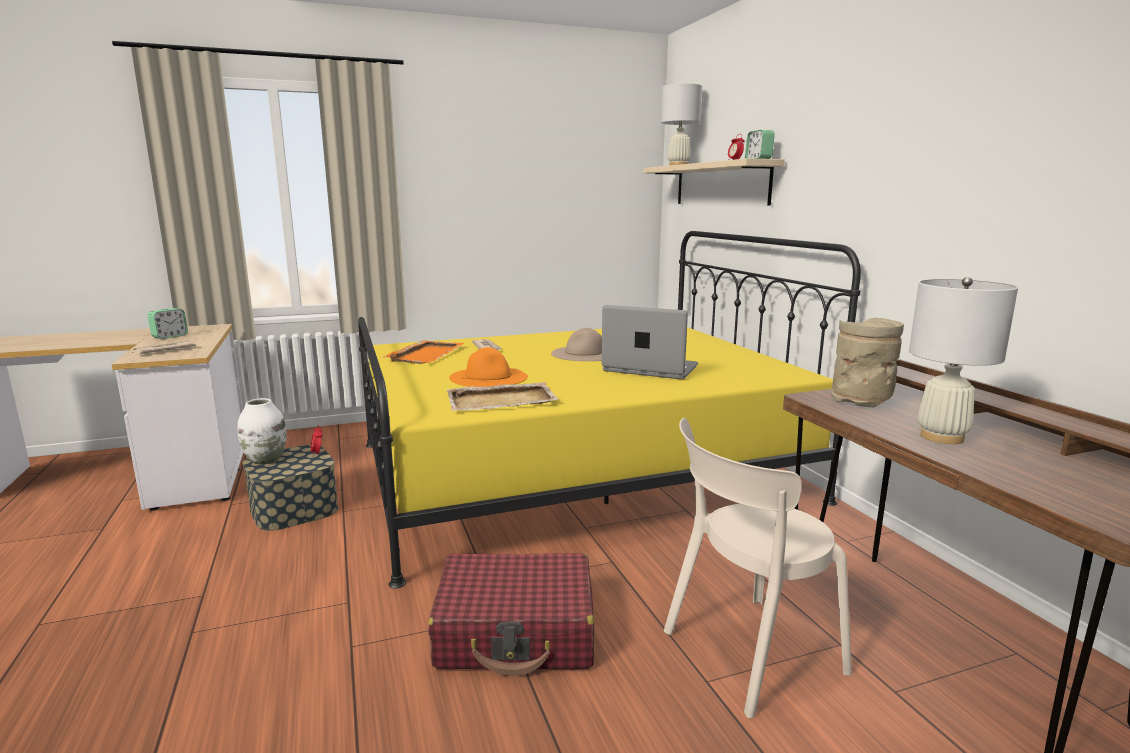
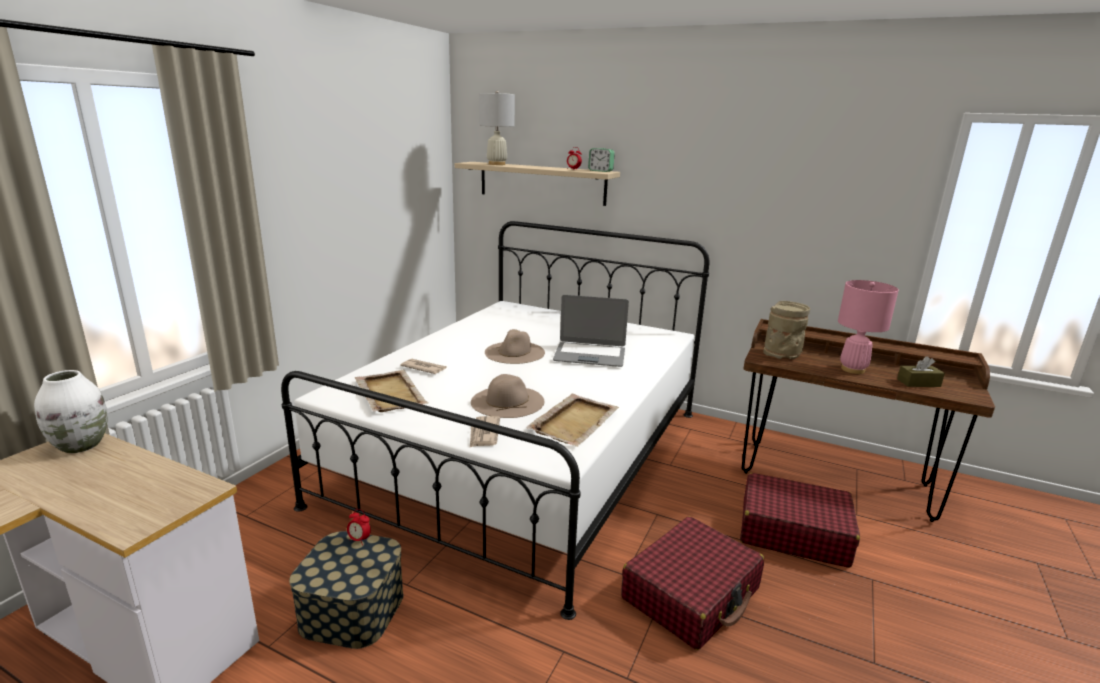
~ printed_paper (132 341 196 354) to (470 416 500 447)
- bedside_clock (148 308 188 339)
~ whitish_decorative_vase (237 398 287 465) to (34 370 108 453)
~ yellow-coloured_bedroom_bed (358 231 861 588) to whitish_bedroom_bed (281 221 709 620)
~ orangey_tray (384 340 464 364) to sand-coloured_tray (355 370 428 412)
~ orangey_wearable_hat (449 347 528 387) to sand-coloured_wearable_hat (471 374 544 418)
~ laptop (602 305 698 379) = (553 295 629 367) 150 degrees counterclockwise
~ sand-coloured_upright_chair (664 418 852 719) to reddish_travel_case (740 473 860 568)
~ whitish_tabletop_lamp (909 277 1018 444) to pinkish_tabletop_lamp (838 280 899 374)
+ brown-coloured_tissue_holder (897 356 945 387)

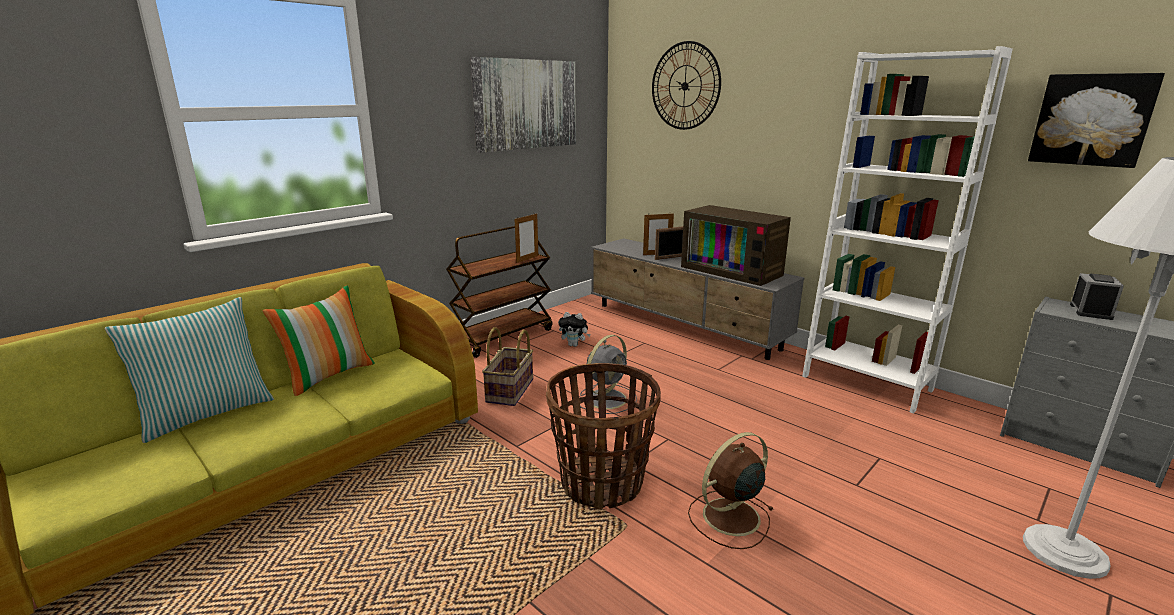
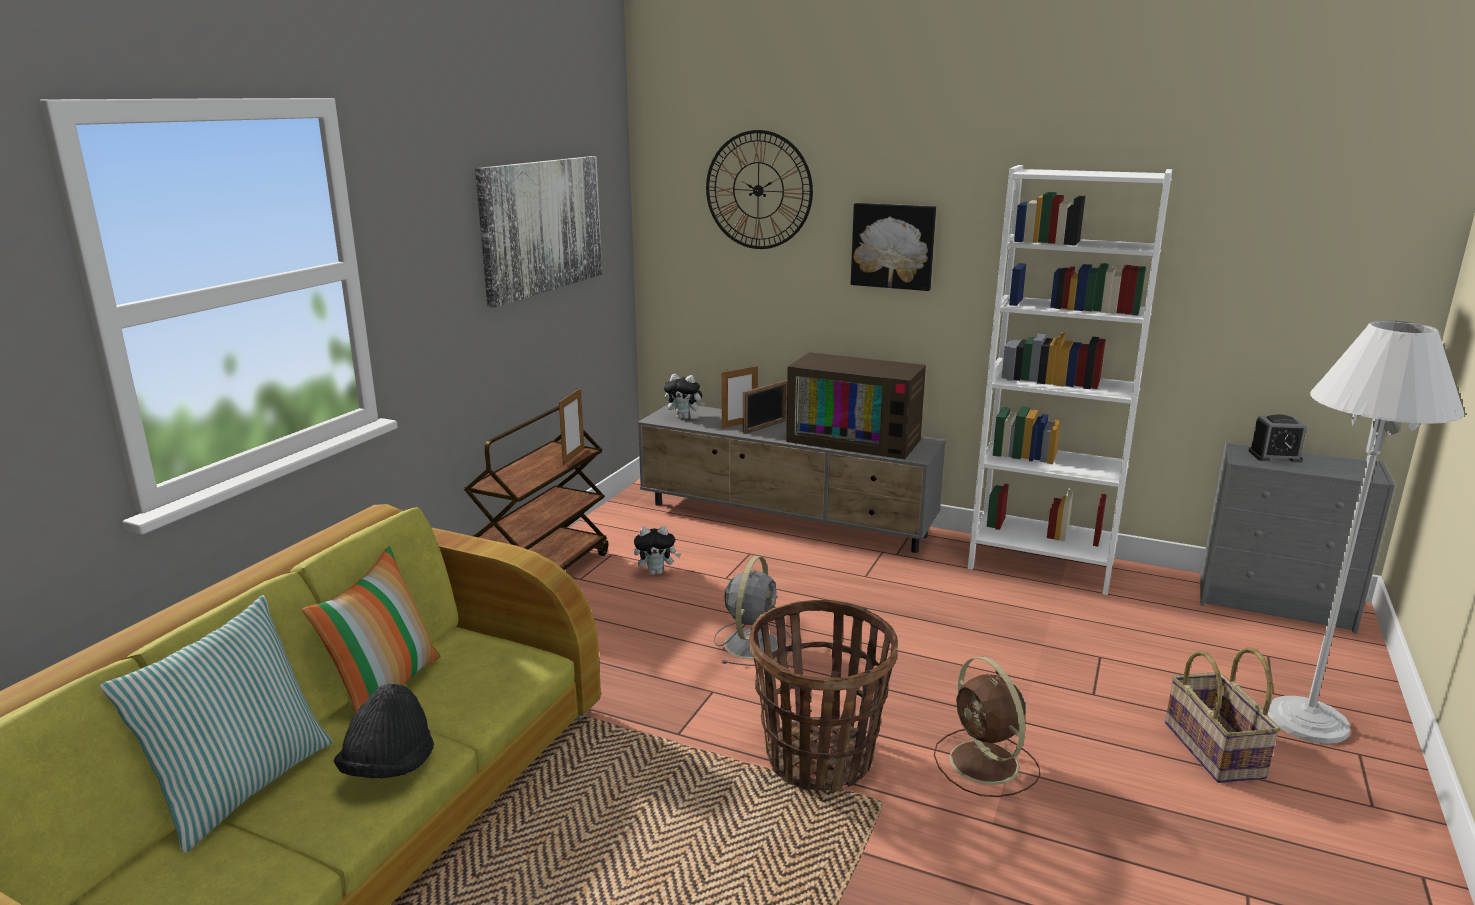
~ household_basket (482 327 533 406) to (1165 647 1280 783)
~ brown-coloured_electric_fan (688 432 774 549) = (934 656 1040 797) 60 degrees counterclockwise
~ wall_picture (1028 73 1165 168) to (851 203 936 291)
~ bedside_clock (1070 273 1124 320) = (1249 414 1307 462) 90 degrees clockwise
+ blackish_wearable_hat (334 684 434 779)
+ soft_toy (664 374 705 419)

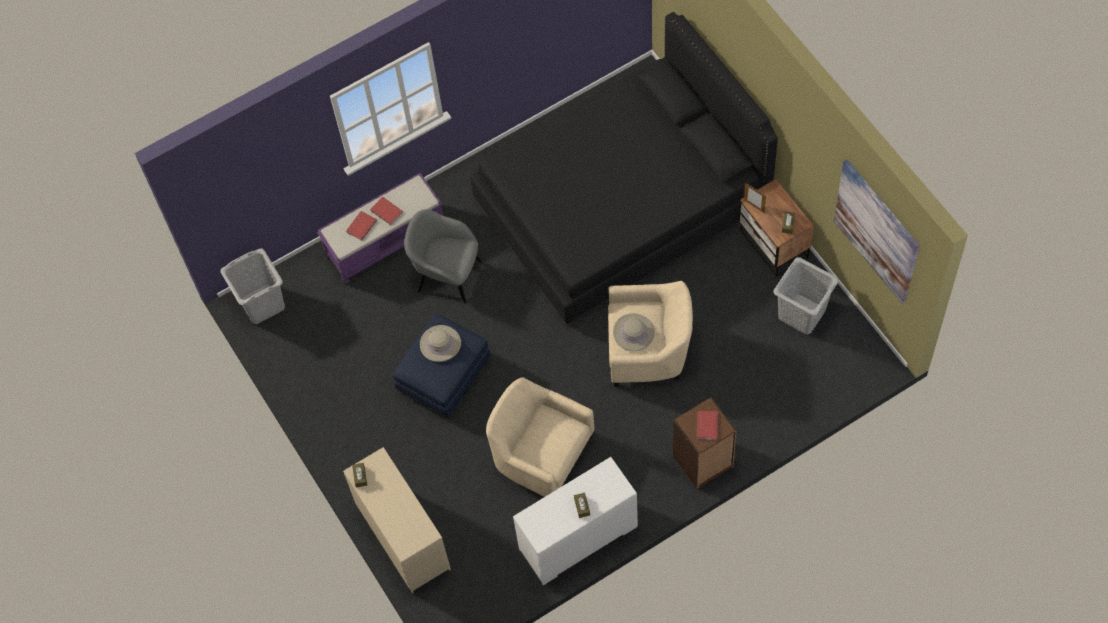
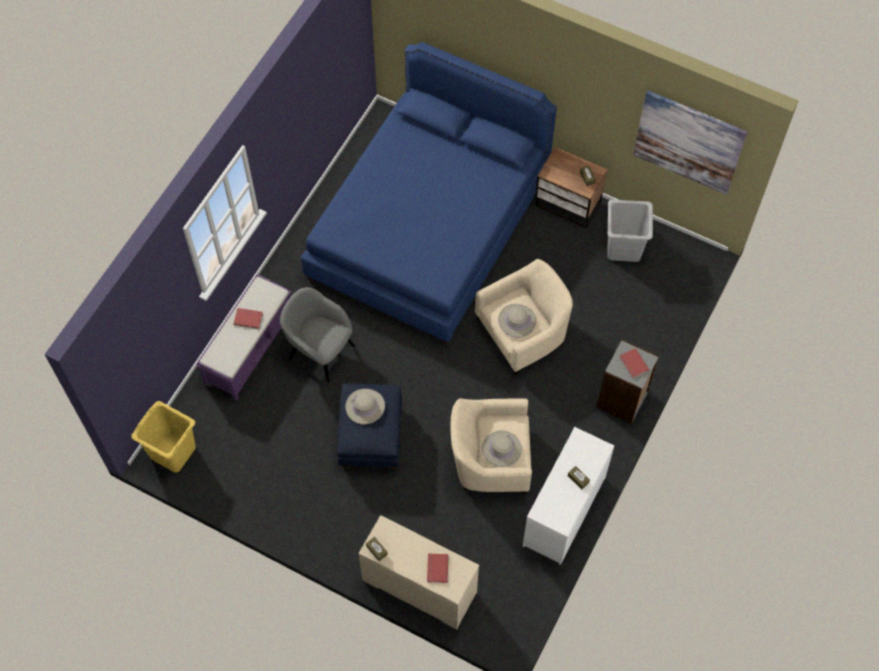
~ gray_laundry_basket (221 248 285 324) to yellow-coloured_laundry_basket (131 401 196 473)
~ reddish_book (346 211 377 241) to (427 554 449 583)
~ gray_lounge_chair (404 210 481 304) = (280 287 355 382) 45 degrees clockwise
~ blackish_bedroom_bed (470 12 778 326) to blue_bedroom_bed (301 42 557 345)
~ brown-coloured_bookcase (673 397 737 489) to gray_bookcase (596 339 659 424)
- standing_frame (744 183 766 213)
+ sand-coloured_wearable_hat (482 430 522 467)

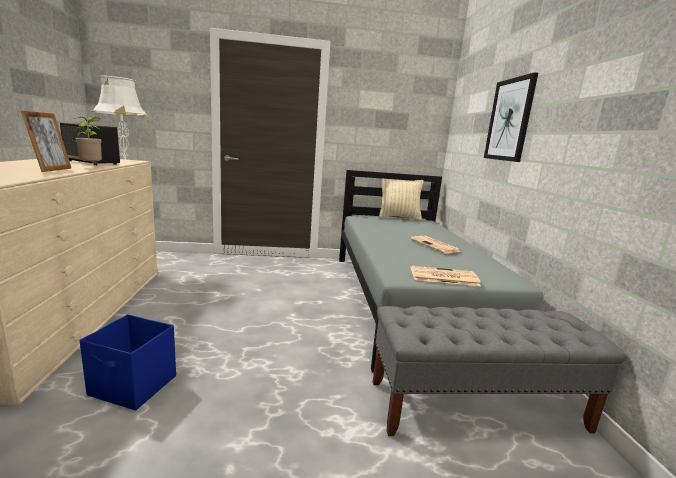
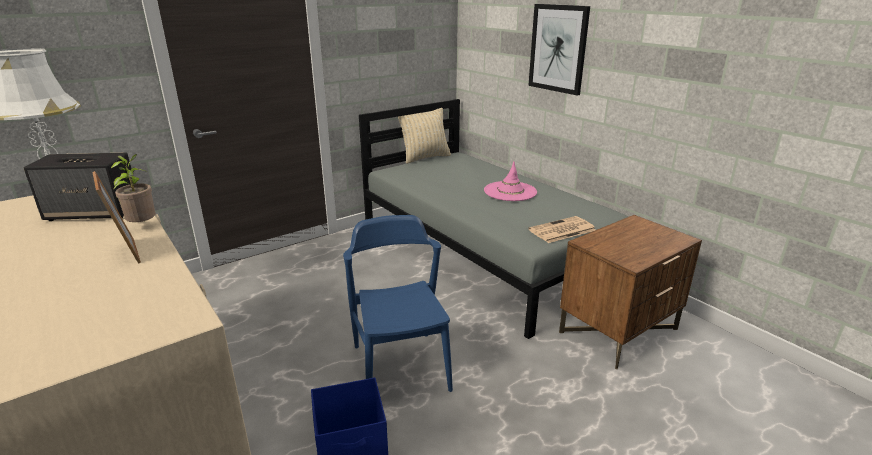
~ gray_long_seat (373 306 627 436) to brown-coloured_night_table (559 215 702 369)
~ printed_paper (410 236 462 254) to pinkish_wearable_hat (484 162 537 201)
+ blue_upright_chair (343 215 453 392)

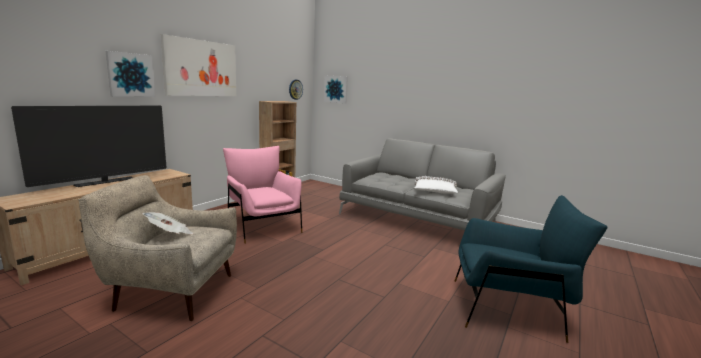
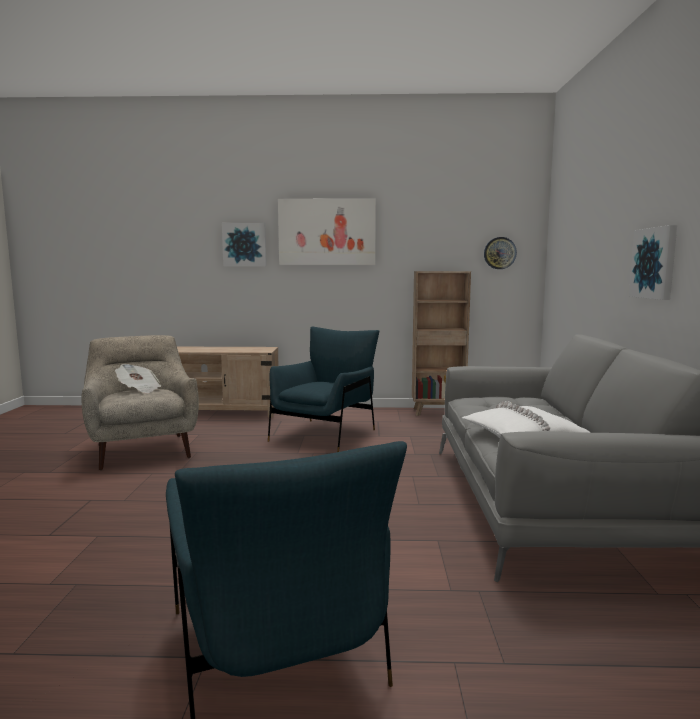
- TV (11 106 167 187)
~ pinkish_lounge_chair (223 146 302 244) to blue_lounge_chair (268 327 379 452)
~ wall_picture (324 76 348 104) to (629 225 677 300)

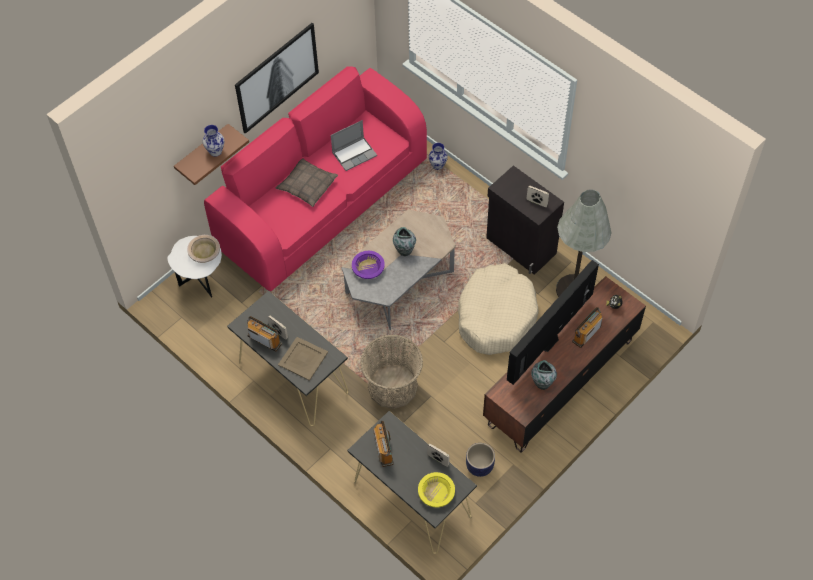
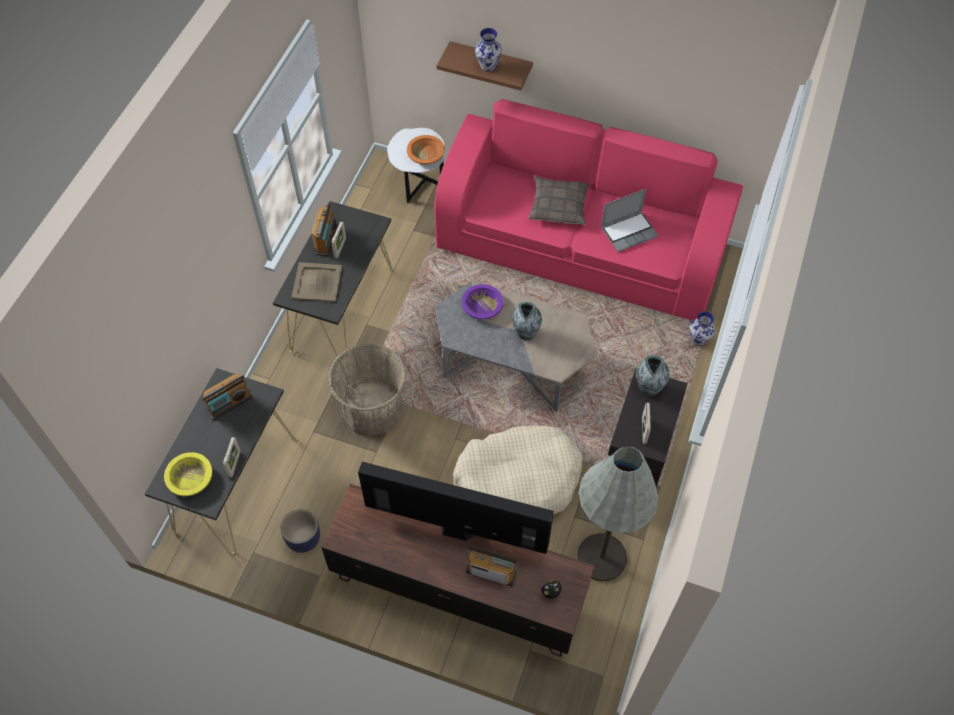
~ sand-coloured_bowl (187 235 220 263) to orangey_bowl (407 135 445 164)
- wall_picture (235 23 319 134)
~ laptop (331 120 377 171) = (601 189 659 252) 60 degrees counterclockwise
~ decorative_vase (531 360 557 390) to (636 355 669 397)

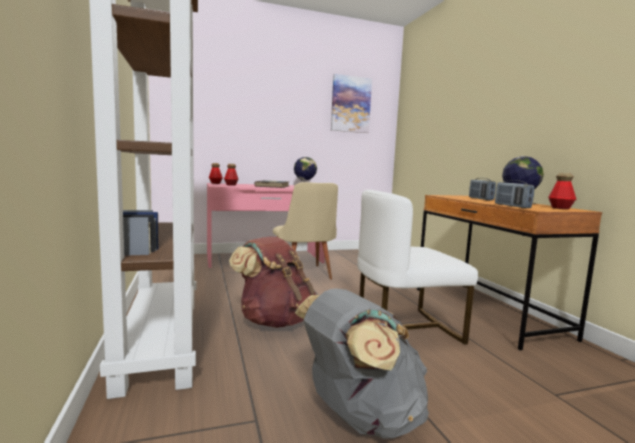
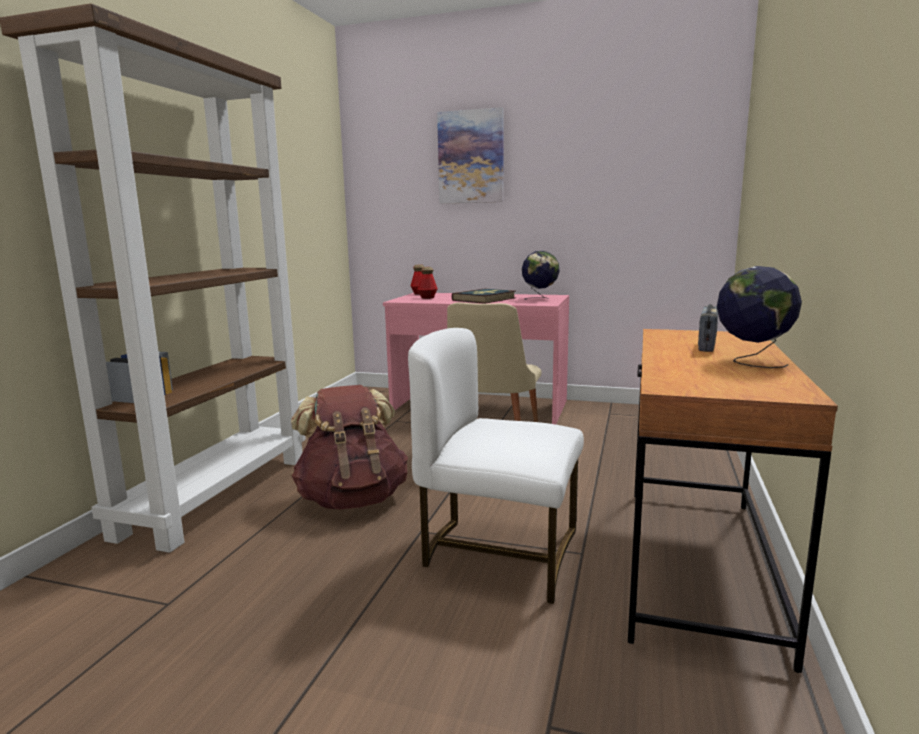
- gray_backpack (295 288 429 439)
~ wall_picture (331 74 372 133) to (437 107 503 204)
- radio_set (495 180 534 208)
- drink_bottle (548 173 576 209)

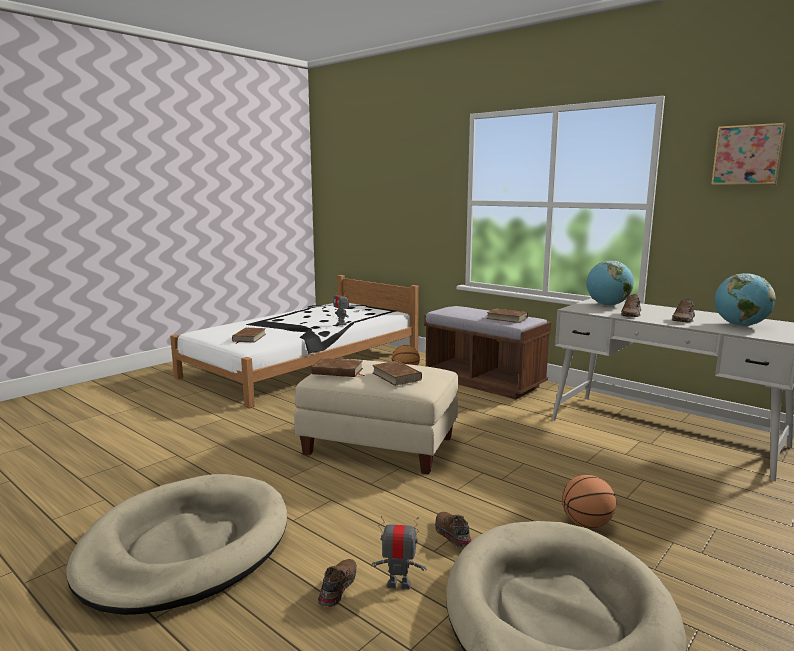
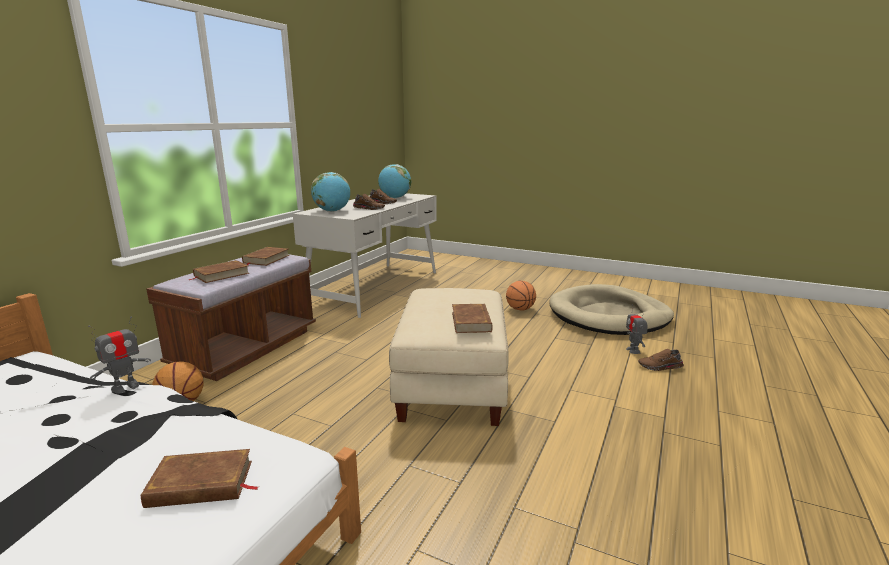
- sand-coloured_dog_cushion (66 474 287 615)
~ brown-coloured_book (372 361 422 386) to (189 260 249 283)
- brown-coloured_item_of_footwear (435 512 471 548)
- wall_picture (711 123 786 185)

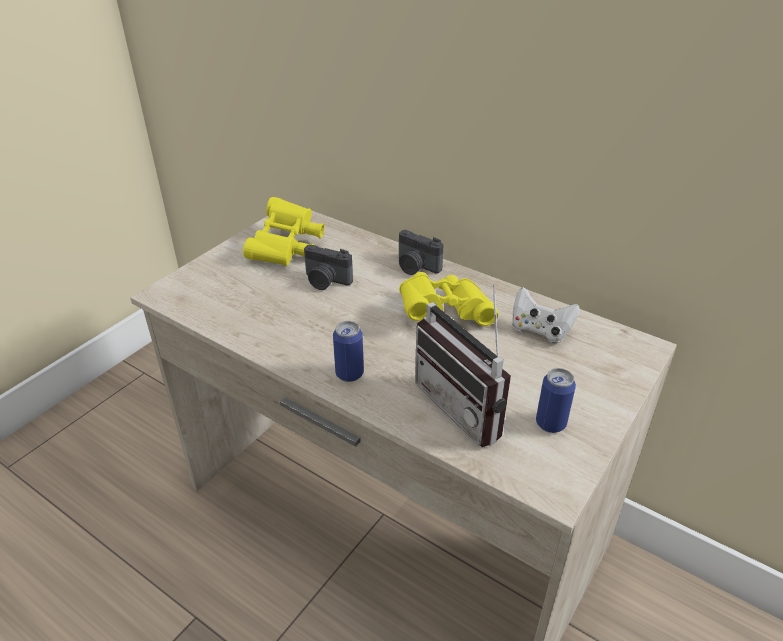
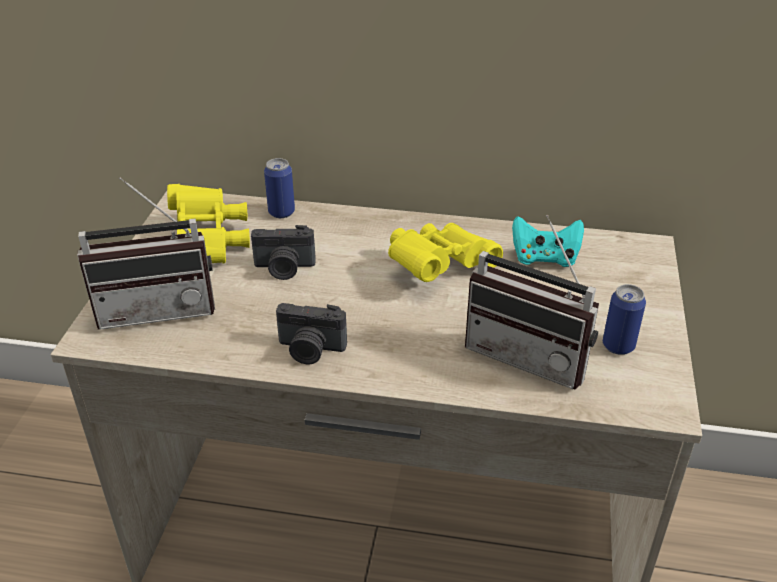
~ metal_can (333 321 364 382) to (264 158 295 218)
~ photo_camera (399 230 444 275) to (276 303 347 364)
~ whitish_game_controller (512 287 580 343) to turquoise_game_controller (512 216 584 267)
+ radio_set (77 177 215 330)

